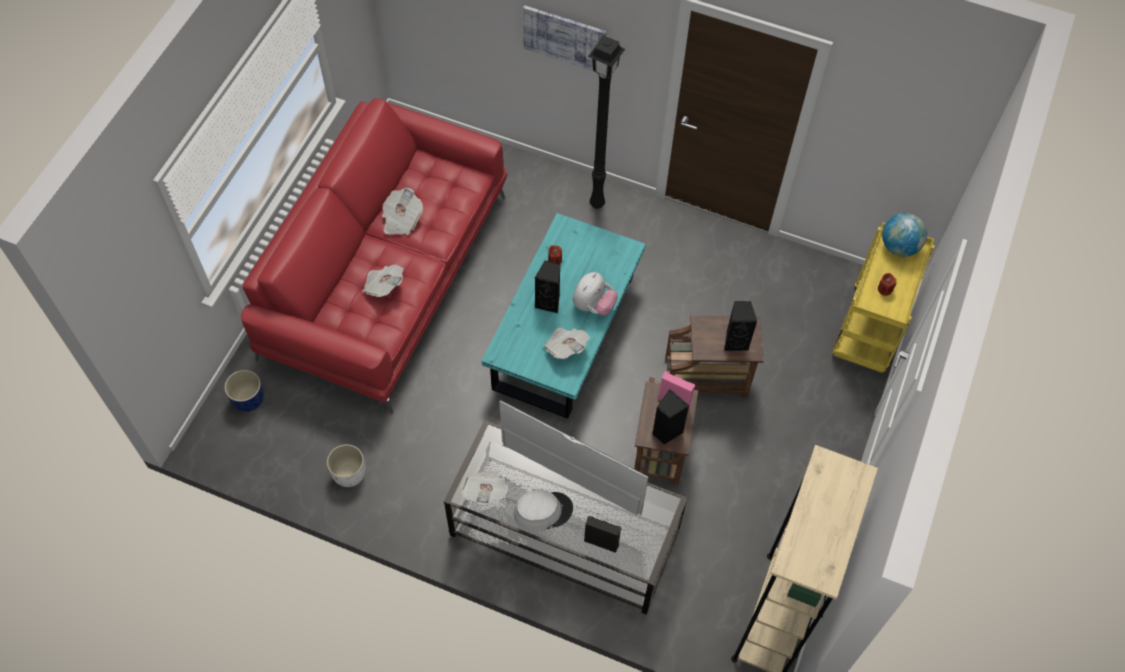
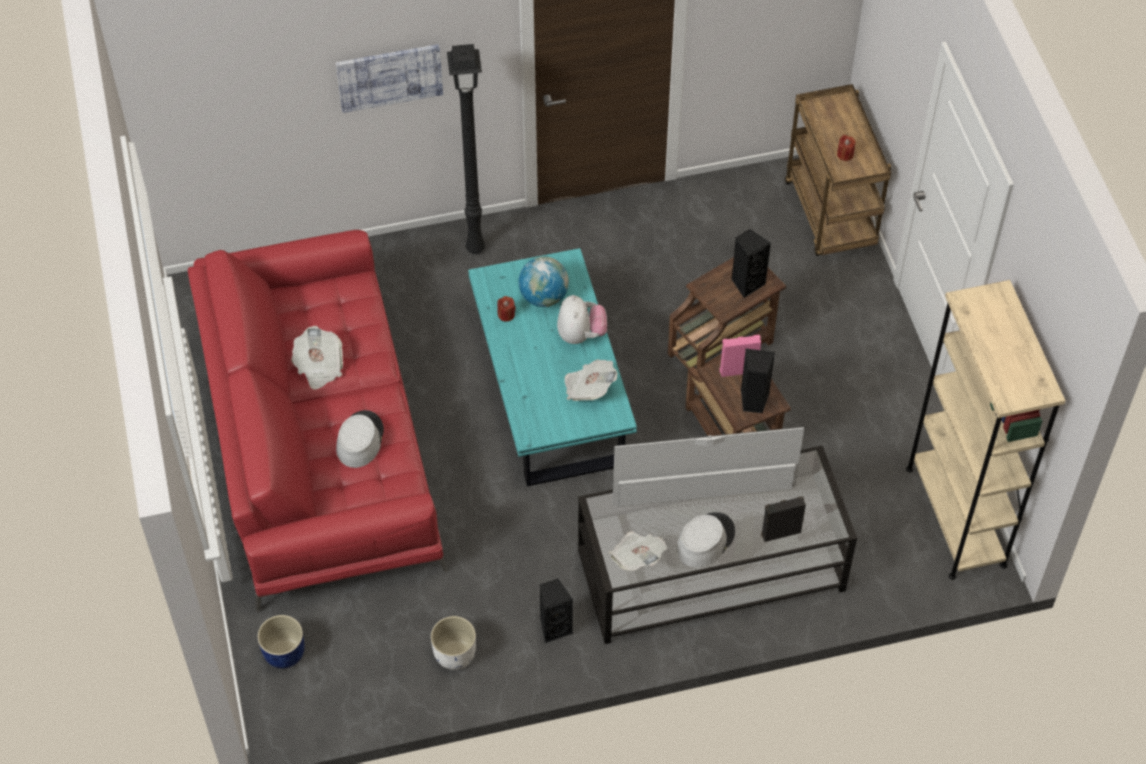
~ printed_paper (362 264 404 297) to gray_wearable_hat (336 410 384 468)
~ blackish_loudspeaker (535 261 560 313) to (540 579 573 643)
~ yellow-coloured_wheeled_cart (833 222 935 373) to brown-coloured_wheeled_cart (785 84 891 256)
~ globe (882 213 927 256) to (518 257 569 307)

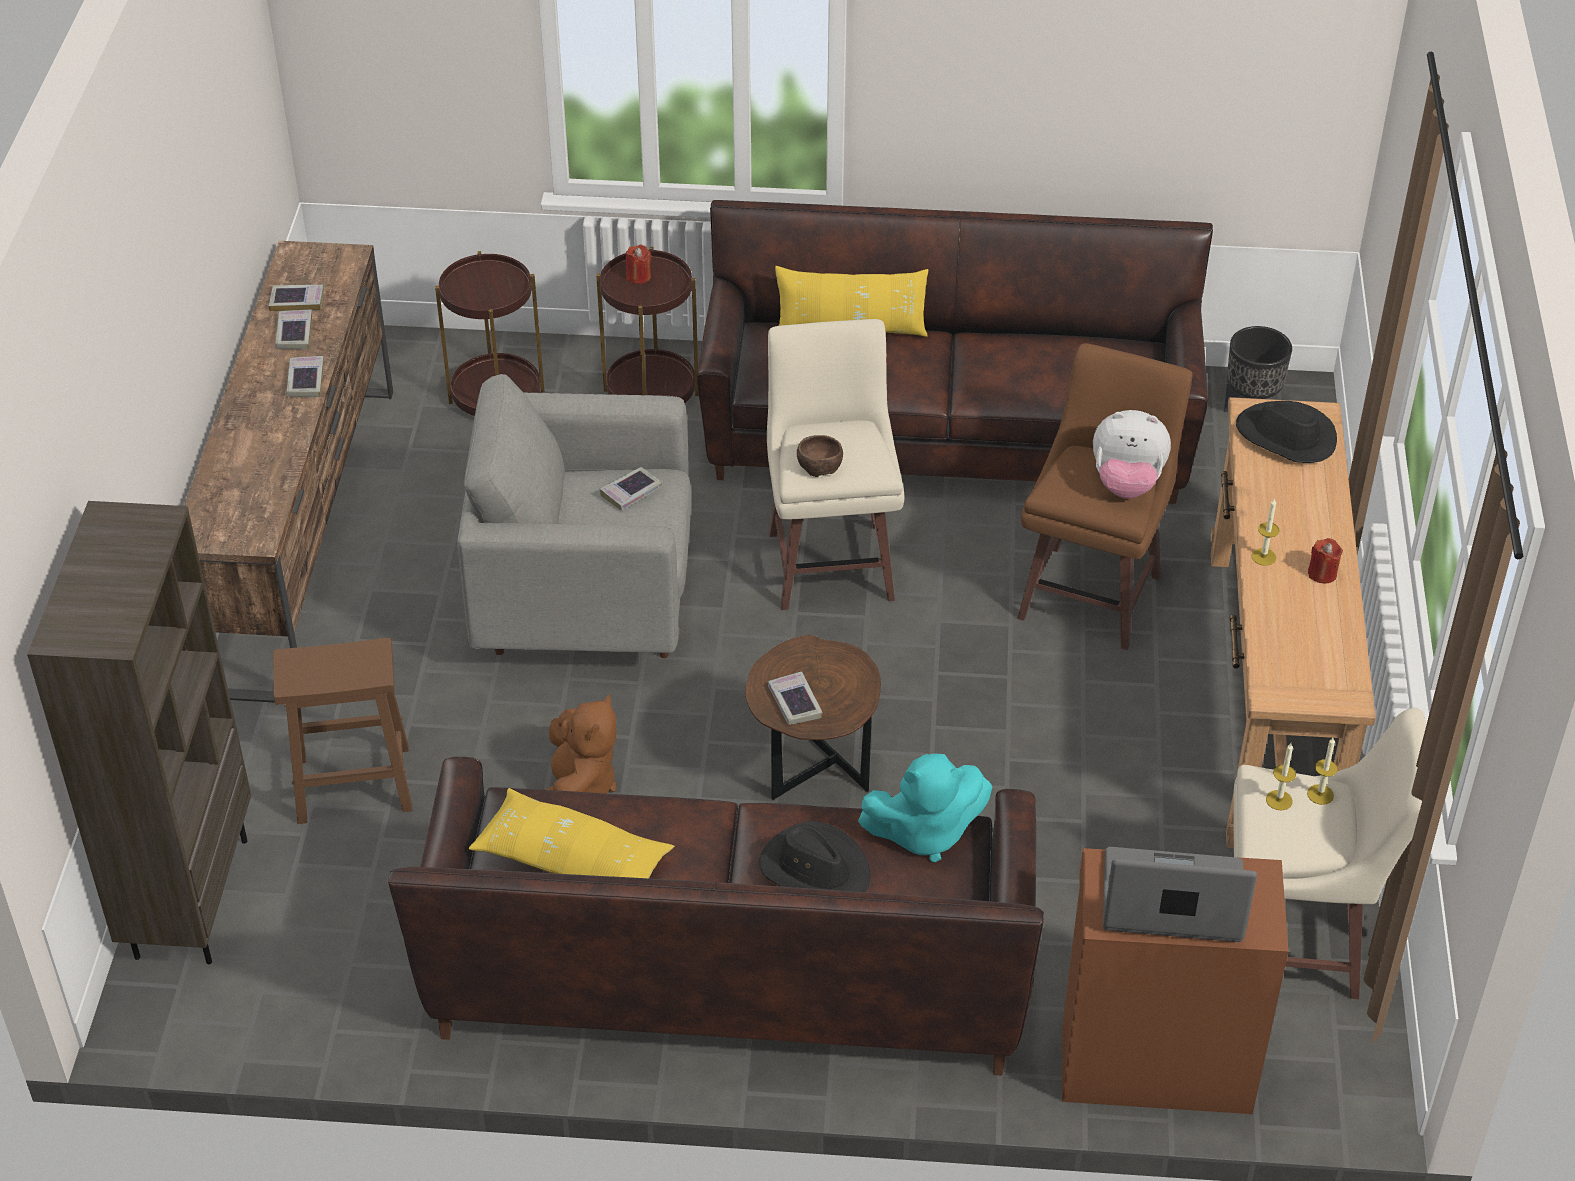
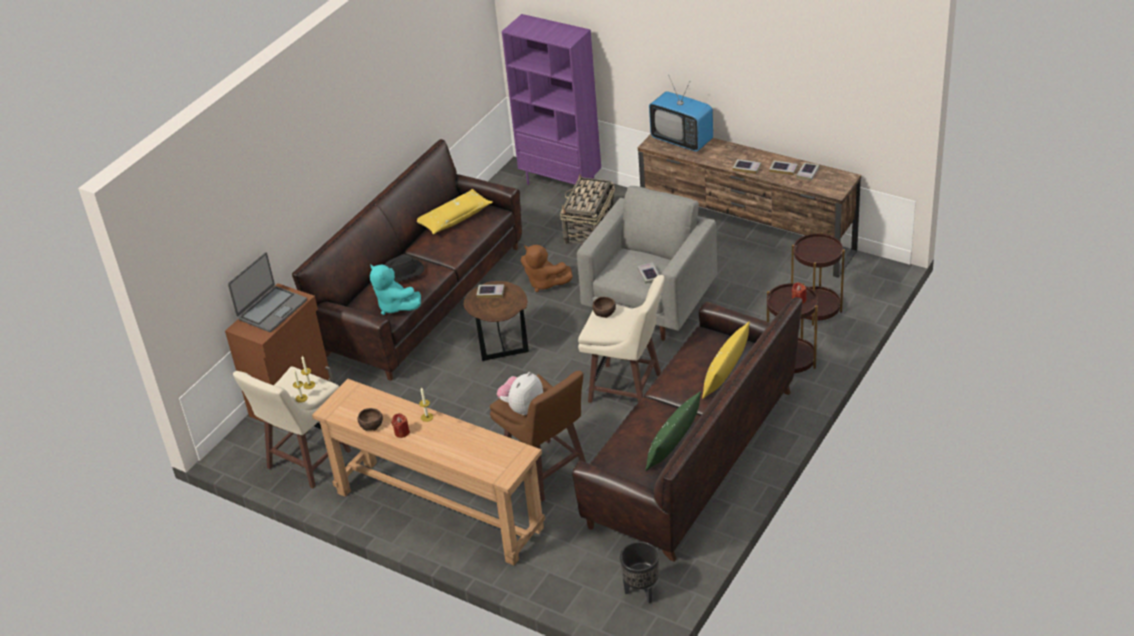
~ brown-coloured_bookcase (27 501 251 964) to purplish_bookcase (502 14 601 185)
~ brown-coloured_stool_seat (273 638 412 824) to household_basket (560 174 615 244)
~ turquoise_soft_toy (858 753 992 863) = (370 264 421 315) 60 degrees counterclockwise
- blackish_wearable_hat (1236 401 1337 463)
+ brown-coloured_bowl (357 408 383 431)
+ green_cushion (645 391 701 471)
+ TV (649 76 713 151)

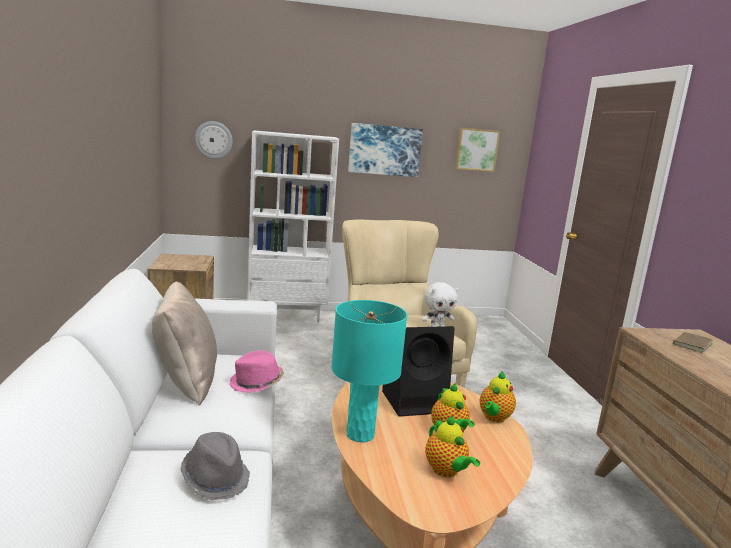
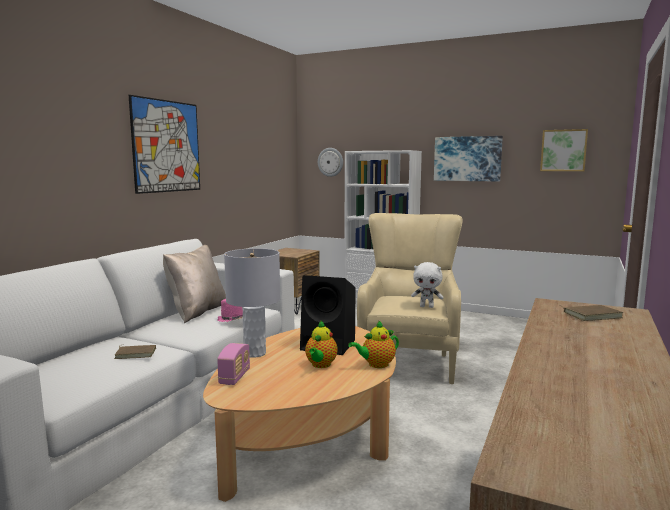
~ gray_wearable_hat (181 432 250 500) to brown-coloured_book (114 345 156 359)
~ turquoise_tabletop_lamp (331 300 407 442) to gray_tabletop_lamp (224 248 280 358)
- tea_pot (425 416 480 477)
+ wall_picture (129 95 200 194)
+ radio_set (217 343 250 385)

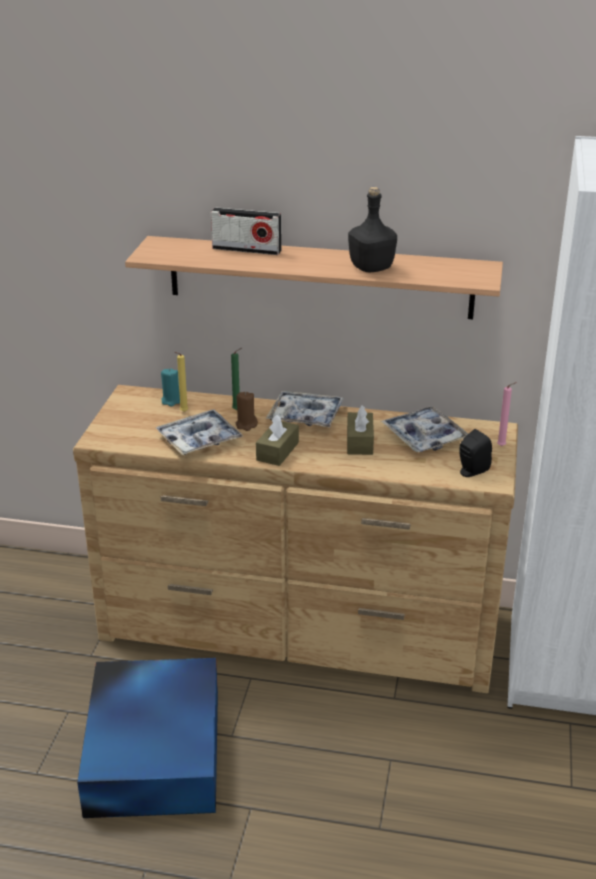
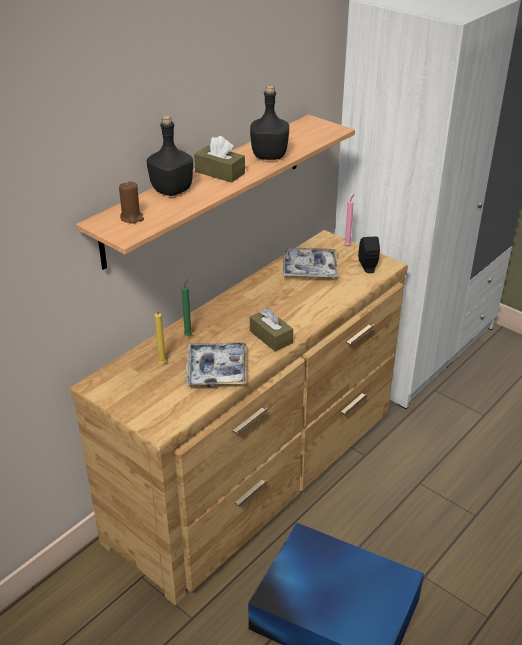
- turquoise_wax_light (161 368 180 406)
~ radio_set (211 207 281 255) to blackish_drink_bottle (147 116 193 196)
~ brown-coloured_wax_light (235 392 258 431) to (119 181 144 224)
- tray (265 391 344 428)
~ brown-coloured_tissue_holder (347 406 374 455) to (194 136 245 183)

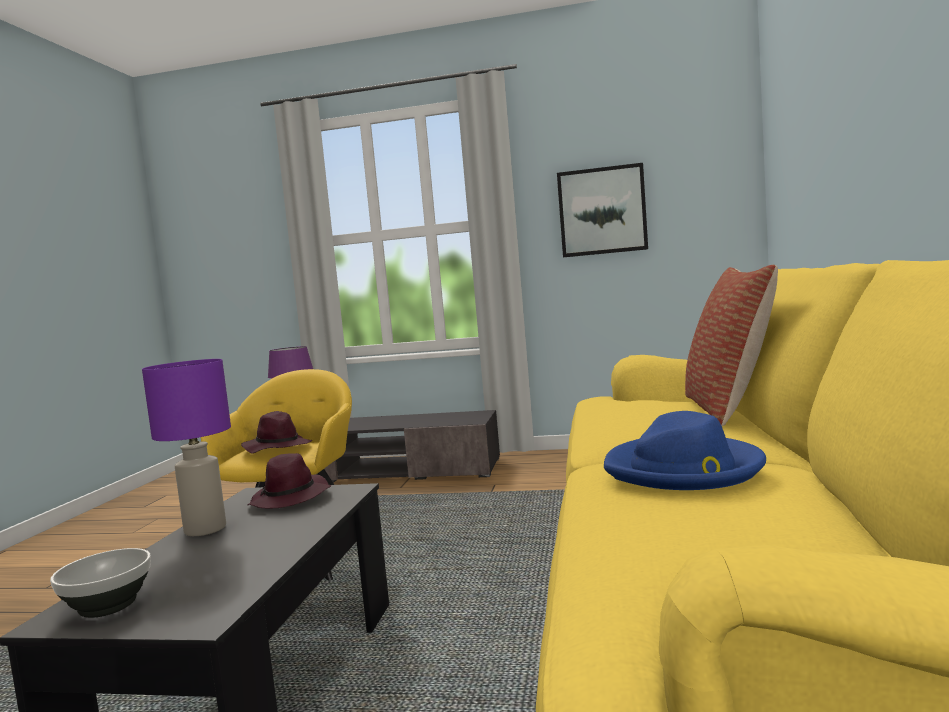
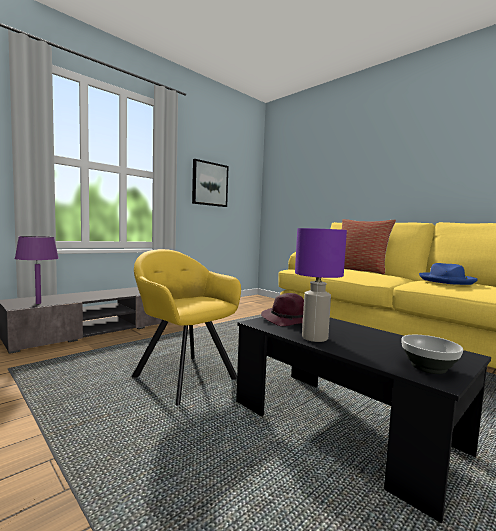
- purplish_wearable_hat (241 411 312 453)

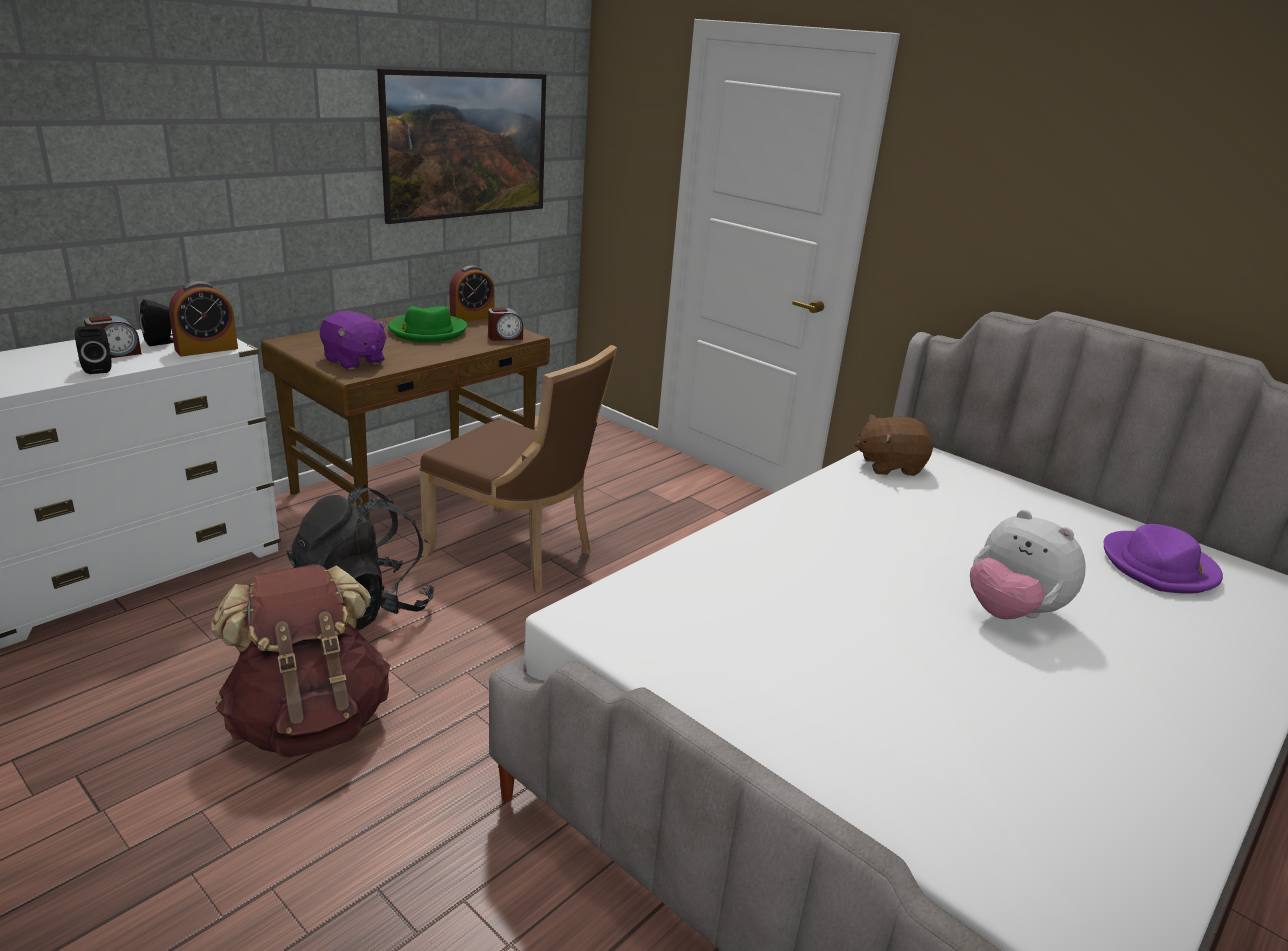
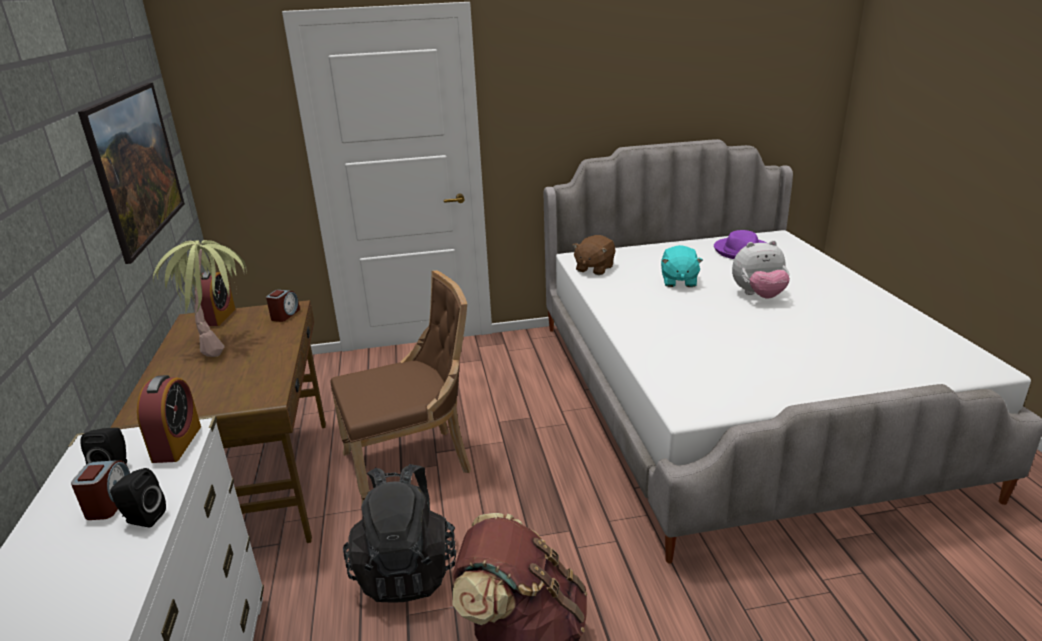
- purplish_soft_toy (320 311 387 370)
~ green_wearable_hat (388 306 467 342) to potted_plant (153 240 247 357)
+ turquoise_soft_toy (661 245 703 287)

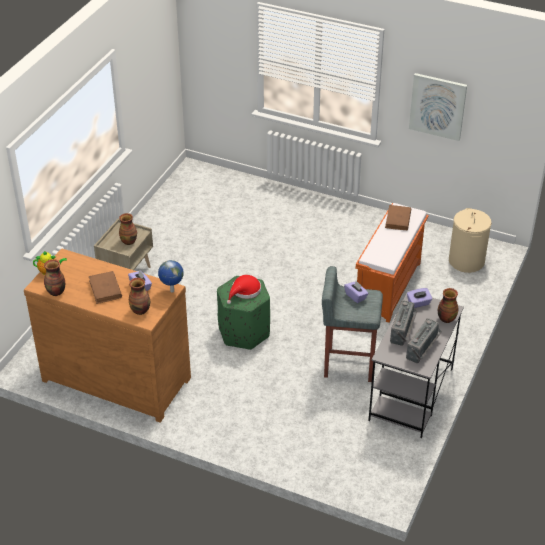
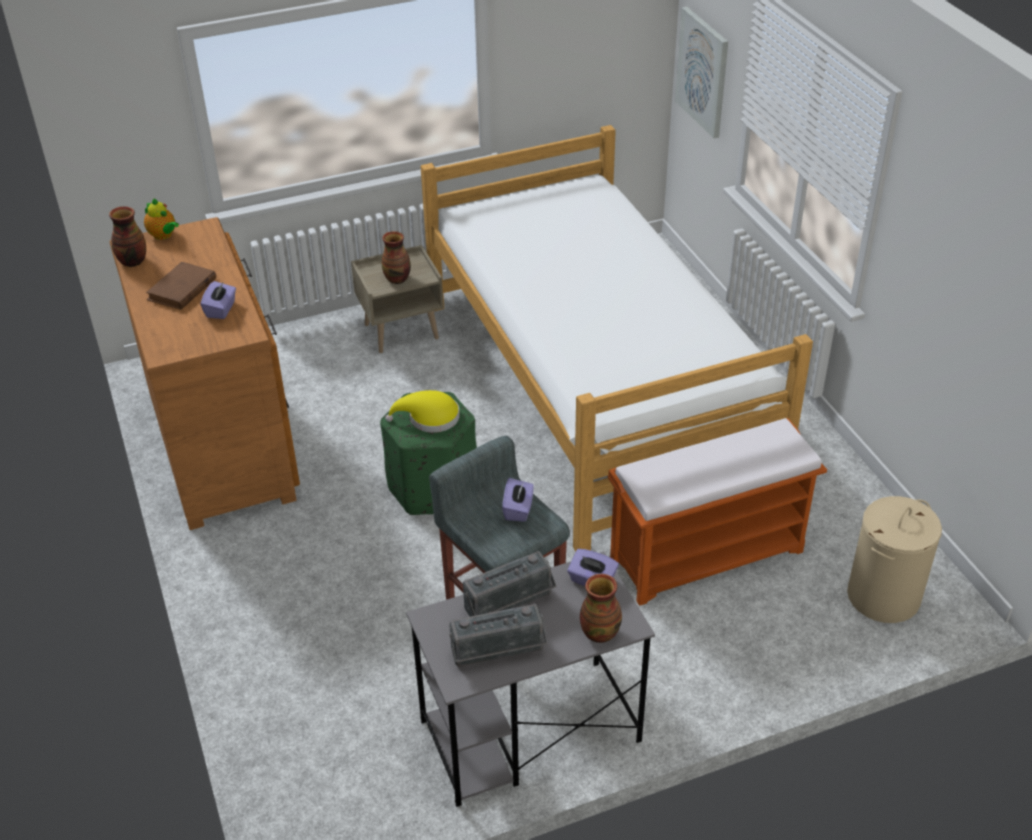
- decorative_vase (129 278 150 315)
- globe (158 260 184 293)
~ reddish_wearable_hat (227 275 261 304) to yellow-coloured_wearable_hat (385 390 460 433)
- brown-coloured_book (385 205 411 230)
~ wall_picture (409 73 467 141) to (675 7 728 138)
+ bedroom_bed (420 125 813 551)

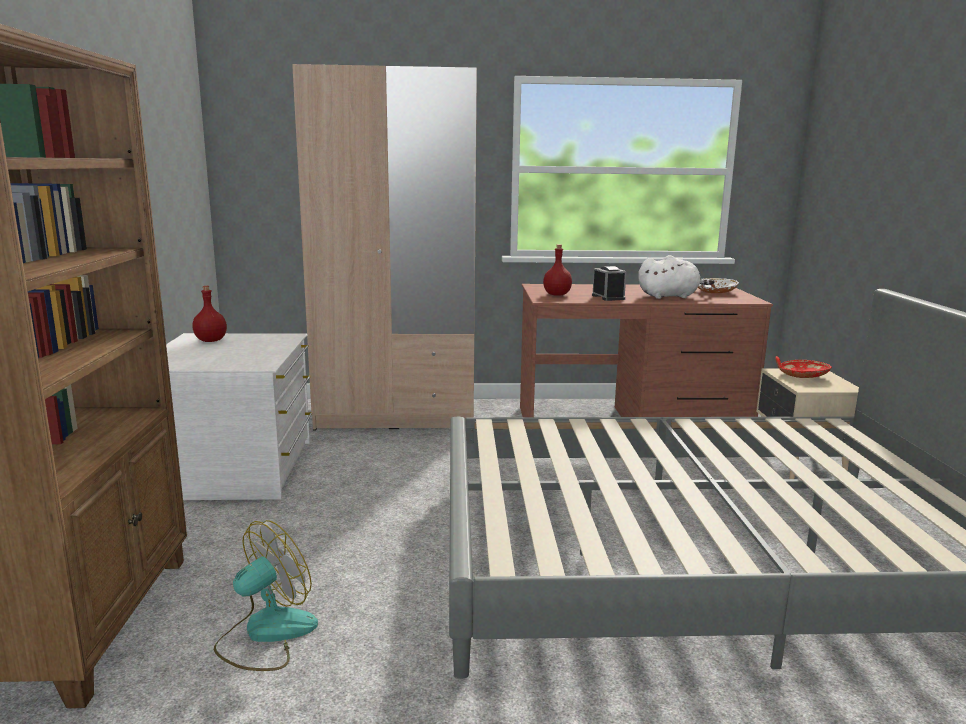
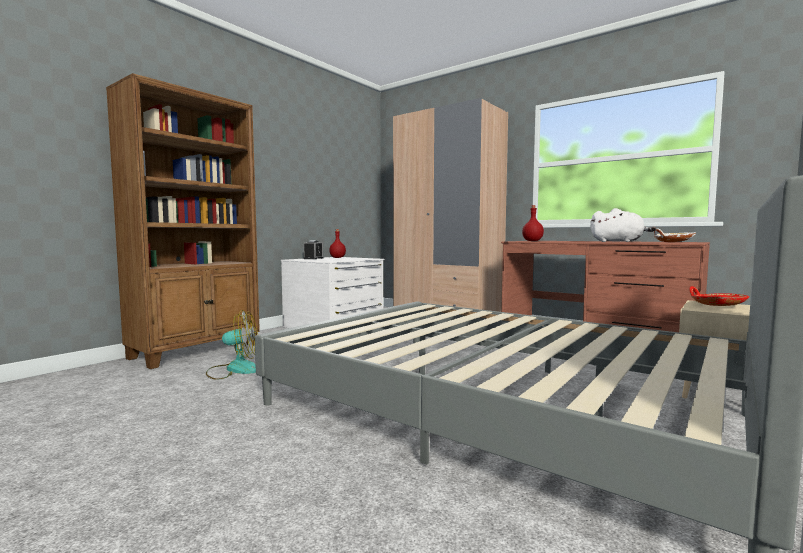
~ bedside_clock (592 266 626 301) to (304 241 324 259)

